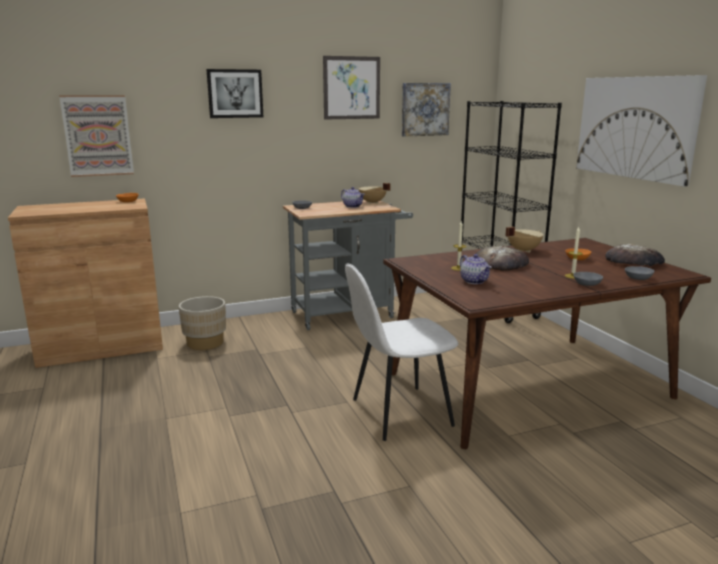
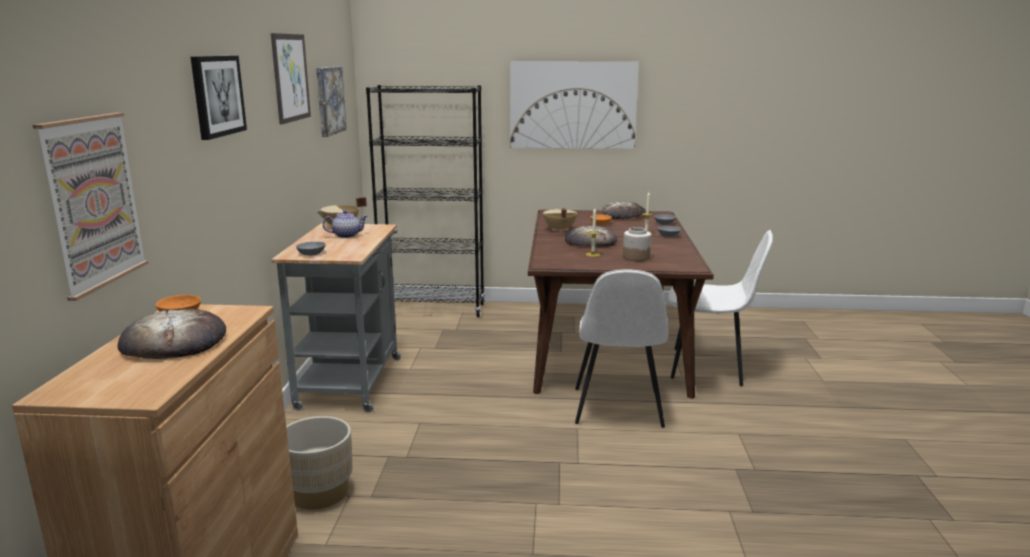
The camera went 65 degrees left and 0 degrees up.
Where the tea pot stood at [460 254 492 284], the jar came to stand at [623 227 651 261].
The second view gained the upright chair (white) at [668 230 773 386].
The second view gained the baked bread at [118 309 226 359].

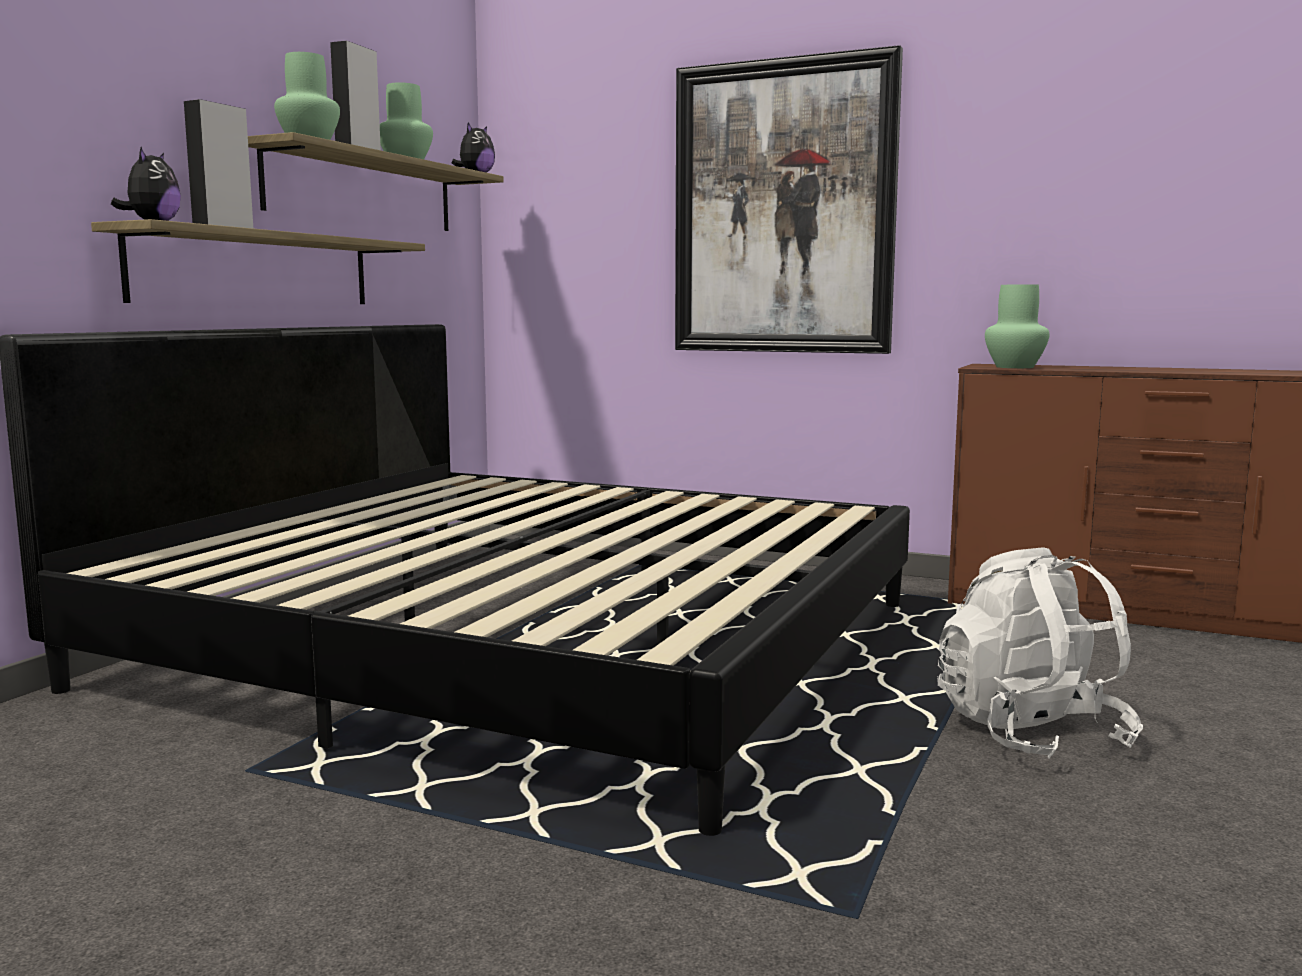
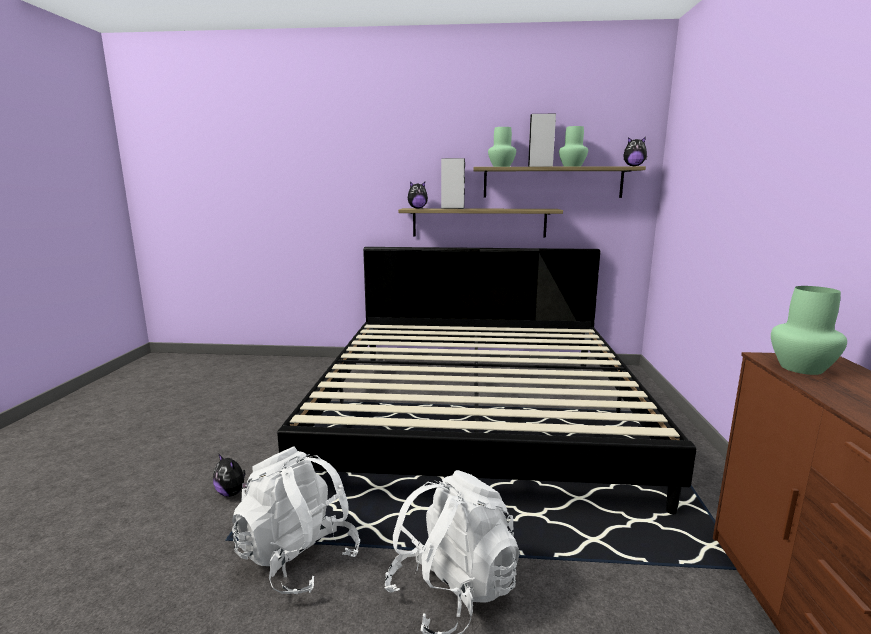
The camera went 70 degrees right and 5 degrees up.
The second view lost the wall picture at [675 45 903 354].
The second view gained the backpack (white) at [232 446 360 594].
The second view gained the soft toy at [213 453 247 497].

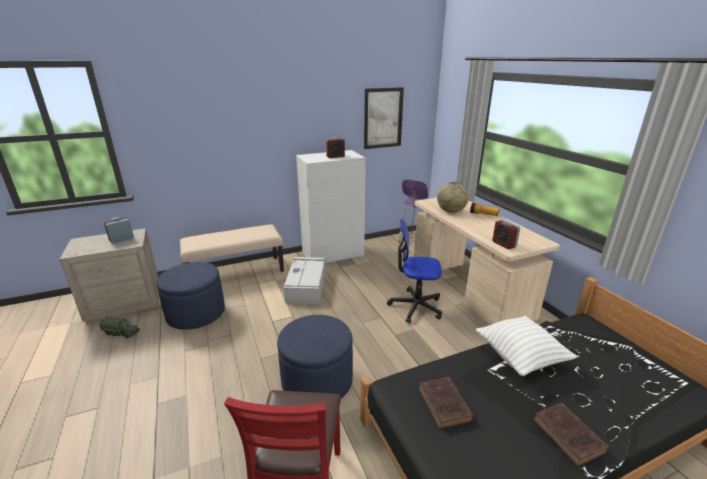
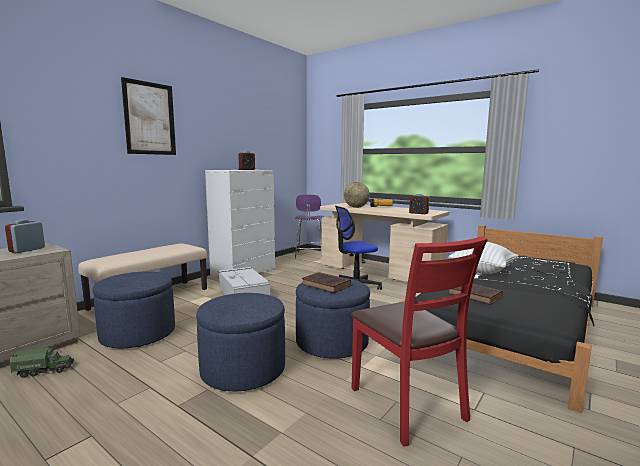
The camera went 30 degrees left and 15 degrees down.
The wall picture ended up elsewhere, having gone from [364 87 404 149] to [121 77 176 155].
The bound book (brown-coloured) ended up elsewhere, having gone from [533 403 610 466] to [302 272 351 293].
The second view gained the footrest (blue) at [196 293 285 391].

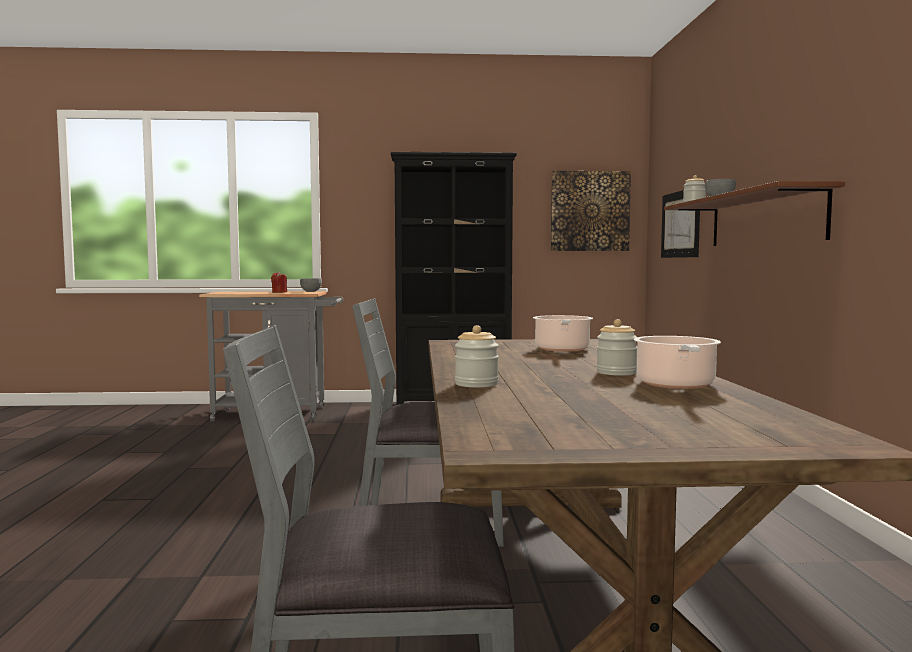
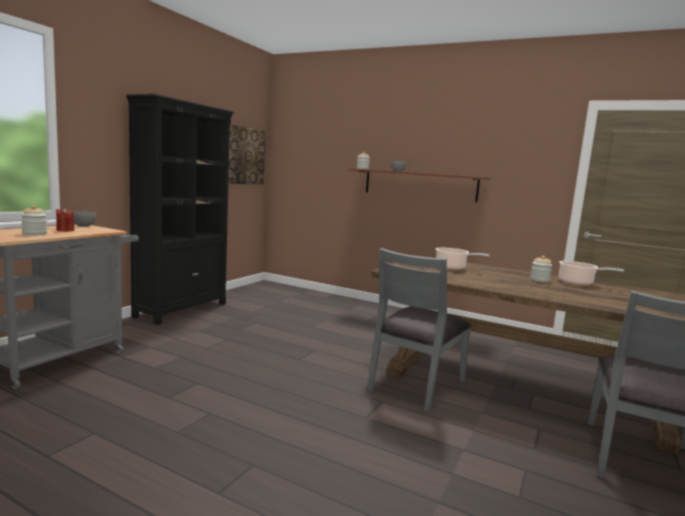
The camera went 60 degrees left and 5 degrees up.
The second view lost the wall picture at [661 190 700 258].
The jar ended up elsewhere, having gone from [455 325 499 388] to [21 205 47 235].

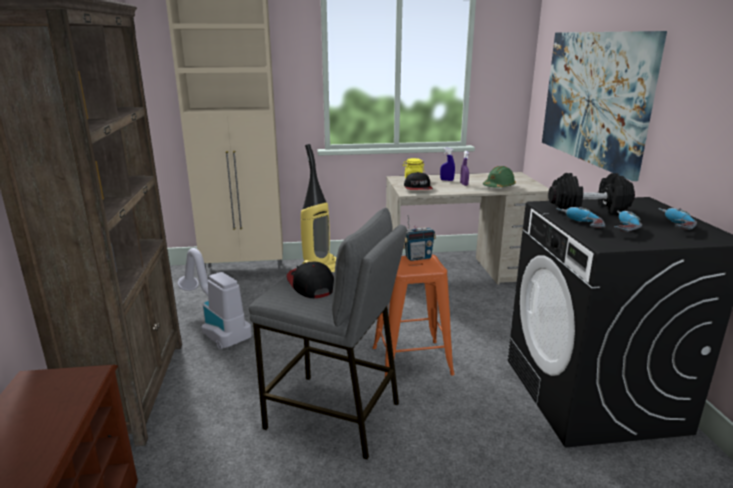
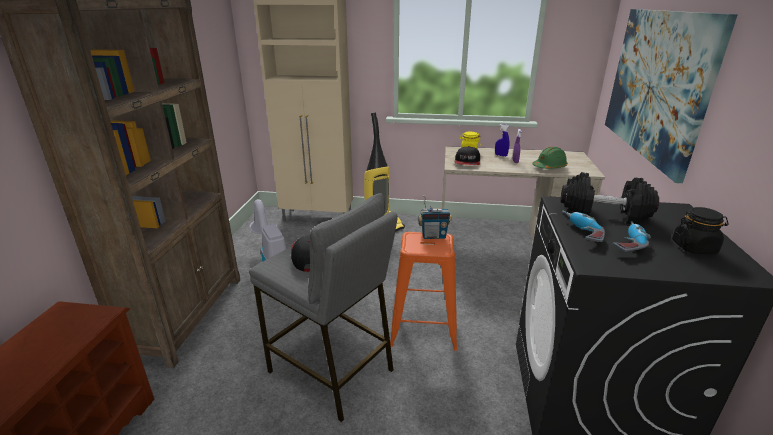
The camera went 15 degrees right and 5 degrees up.
Where the electric drill stood at [659 208 697 230], the jar (black) came to stand at [672 207 729 254].

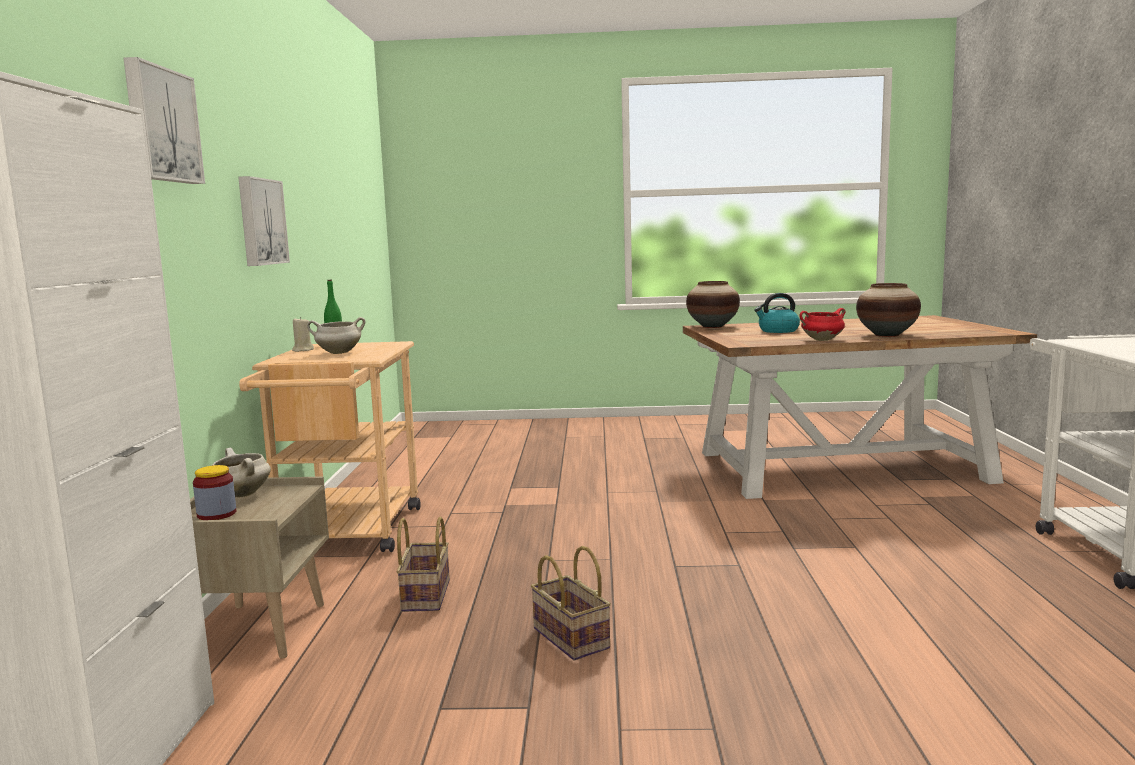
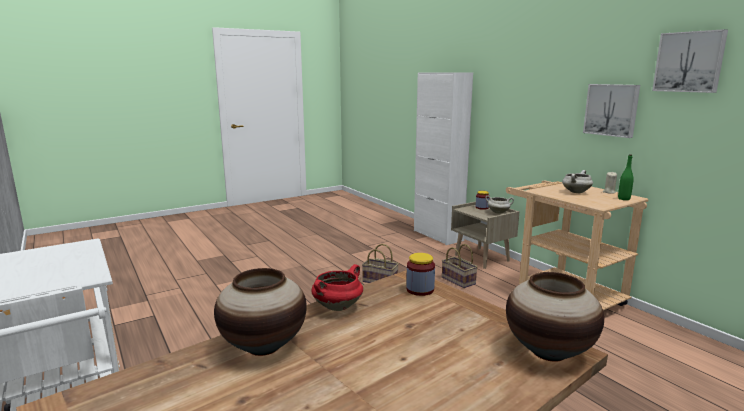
The camera went 145 degrees right and 5 degrees up.
The wall picture ended up elsewhere, having gone from [124 57 205 184] to [652 29 728 93].
The second view lost the kettle at [754 293 800 333].
The second view gained the jar at [406 253 435 296].

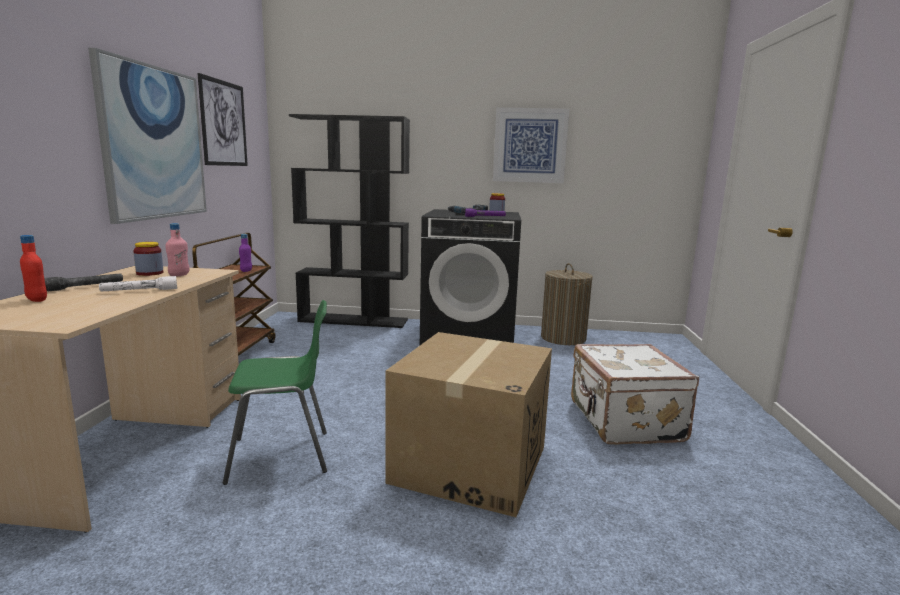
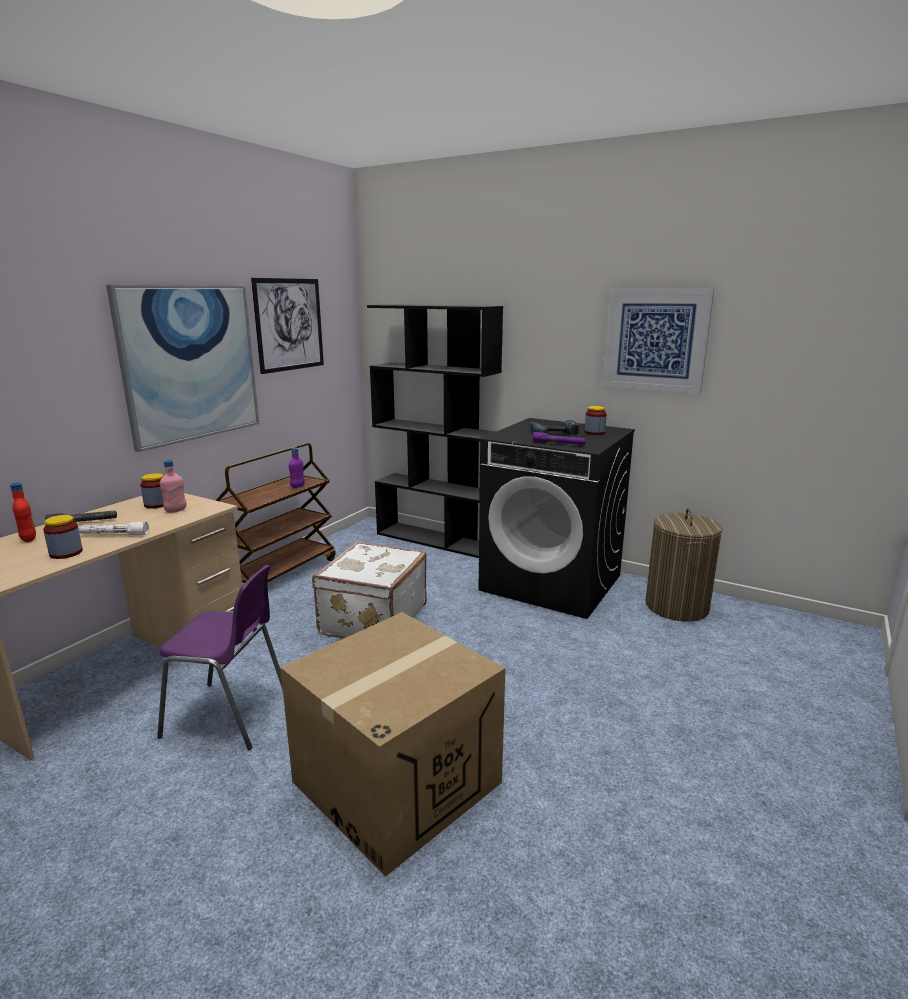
The camera went 25 degrees right and 5 degrees up.
What was the upright chair (green) at [223 300 327 485] turned into the upright chair (purple-coloured) at [157 565 283 750].
The piece of luggage (white) ended up elsewhere, having gone from [571 344 699 445] to [312 541 427 638].
The second view gained the jar at [43 515 83 559].

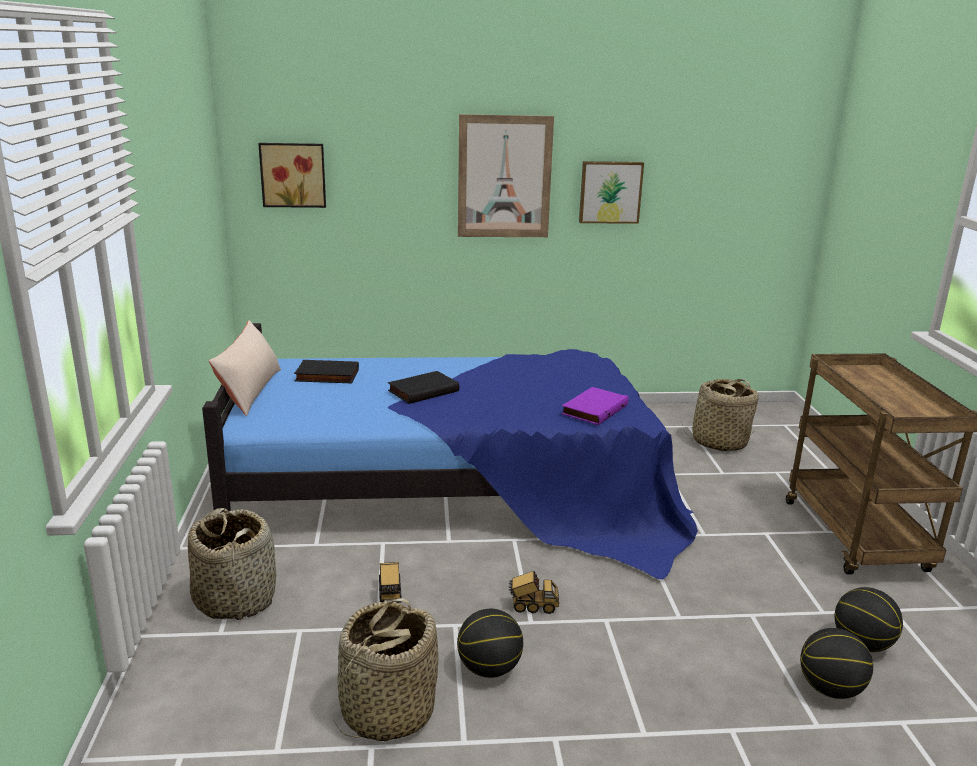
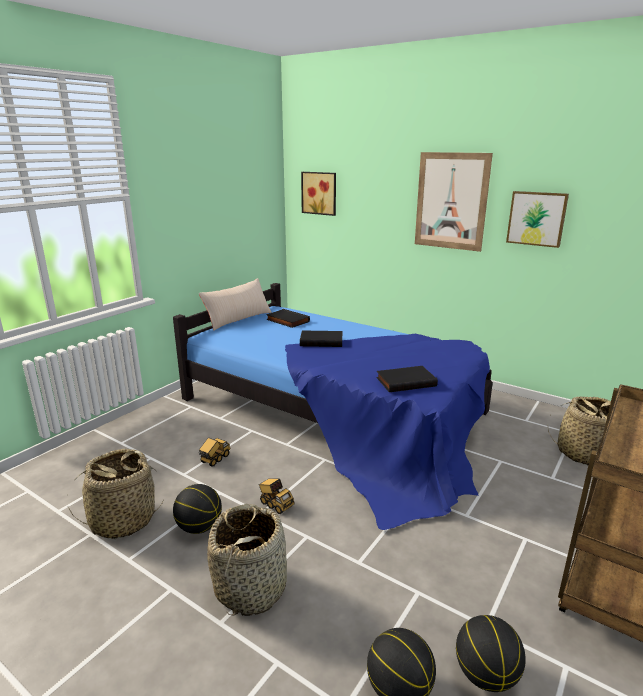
The camera went 40 degrees right and 0 degrees up.
What was the bound book (purple-coloured) at [561 387 629 425] turned into the bound book (black) at [376 366 438 392].
The basket ended up elsewhere, having gone from [188 508 276 620] to [207 504 287 616].

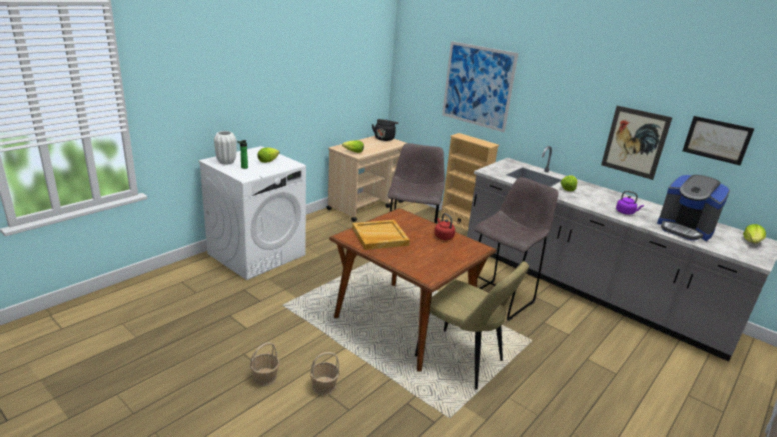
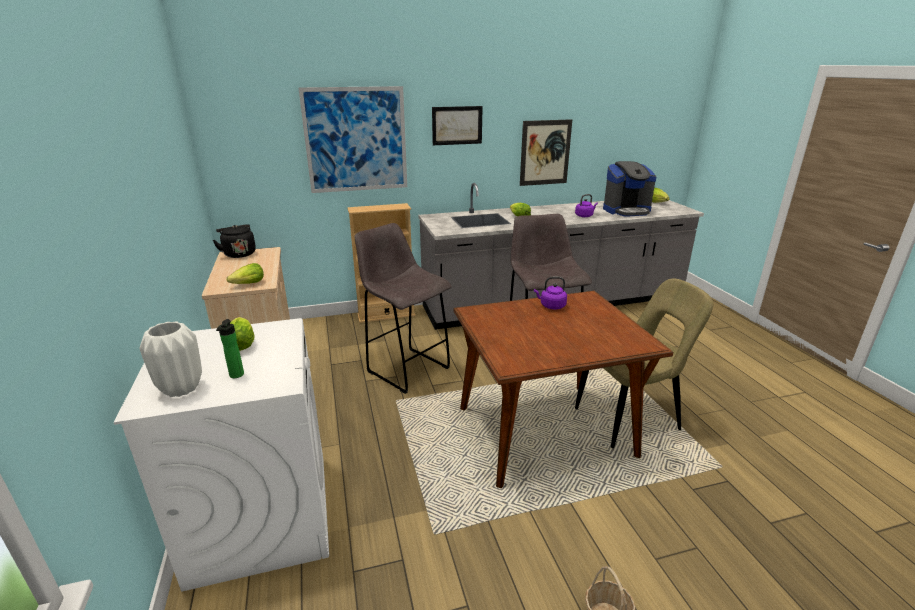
The camera went 55 degrees left and 0 degrees up.
The wall picture ended up elsewhere, having gone from [683 116 754 165] to [432 106 483 145].
What was the kettle (red-coloured) at [434 213 455 240] turned into the kettle (purple-coloured) at [534 277 567 310].
The second view lost the carrying tray (beige) at [352 220 410 250].
The second view lost the basket at [310 352 340 395].

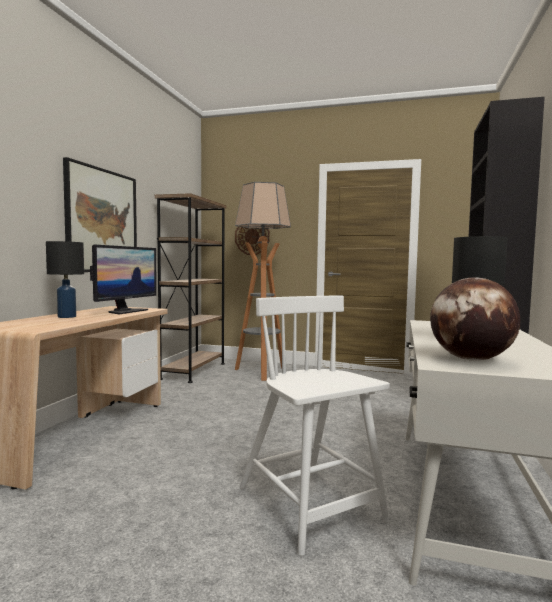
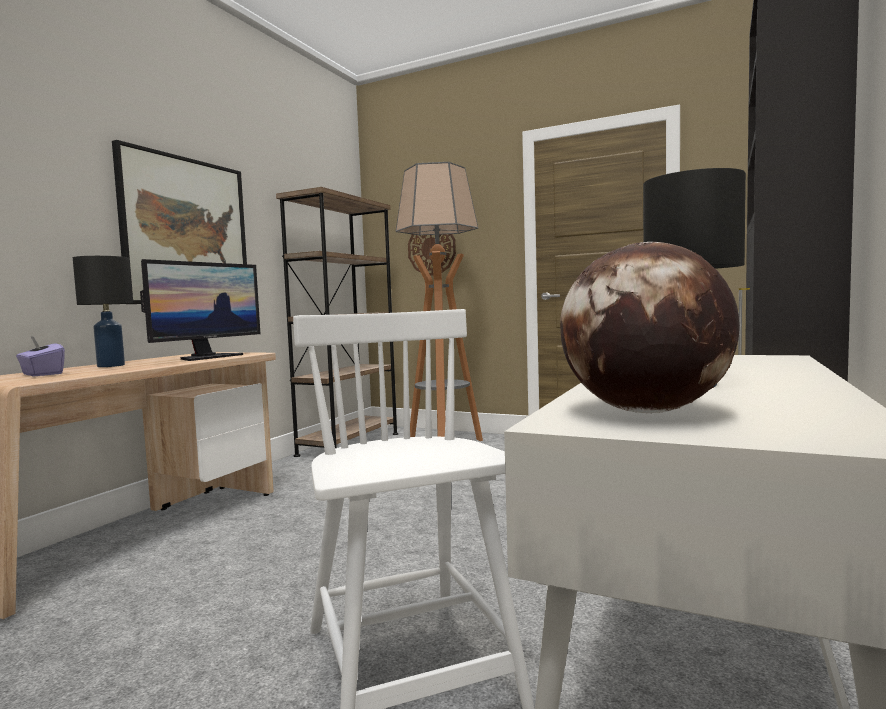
The camera went 10 degrees right and 0 degrees up.
The second view gained the box of tissues (purple-coloured) at [16 336 65 377].

